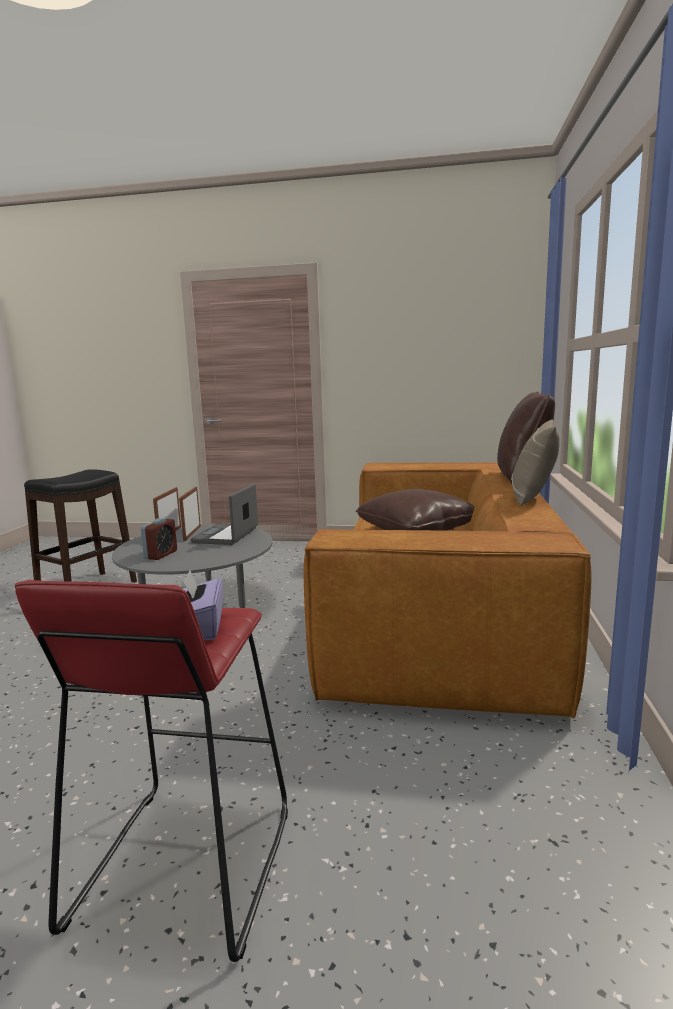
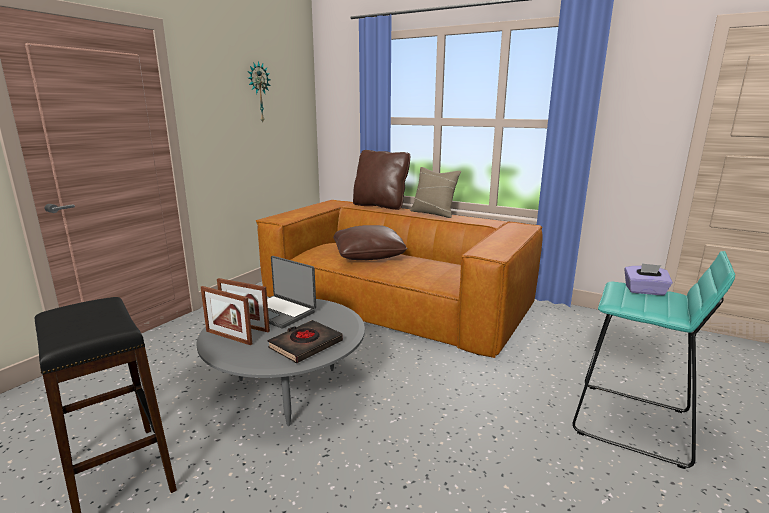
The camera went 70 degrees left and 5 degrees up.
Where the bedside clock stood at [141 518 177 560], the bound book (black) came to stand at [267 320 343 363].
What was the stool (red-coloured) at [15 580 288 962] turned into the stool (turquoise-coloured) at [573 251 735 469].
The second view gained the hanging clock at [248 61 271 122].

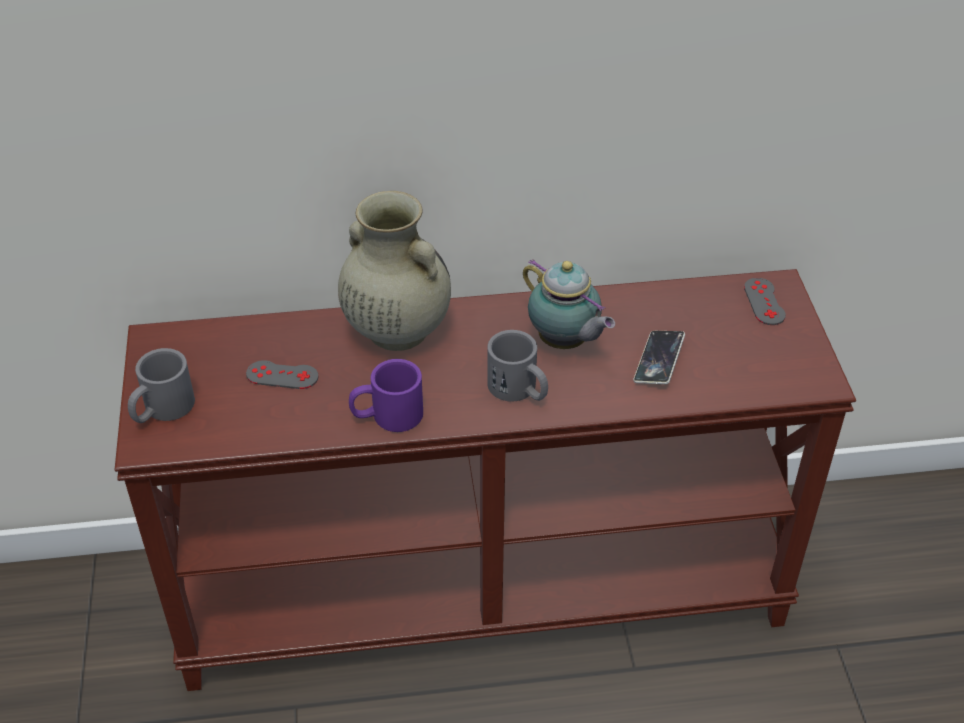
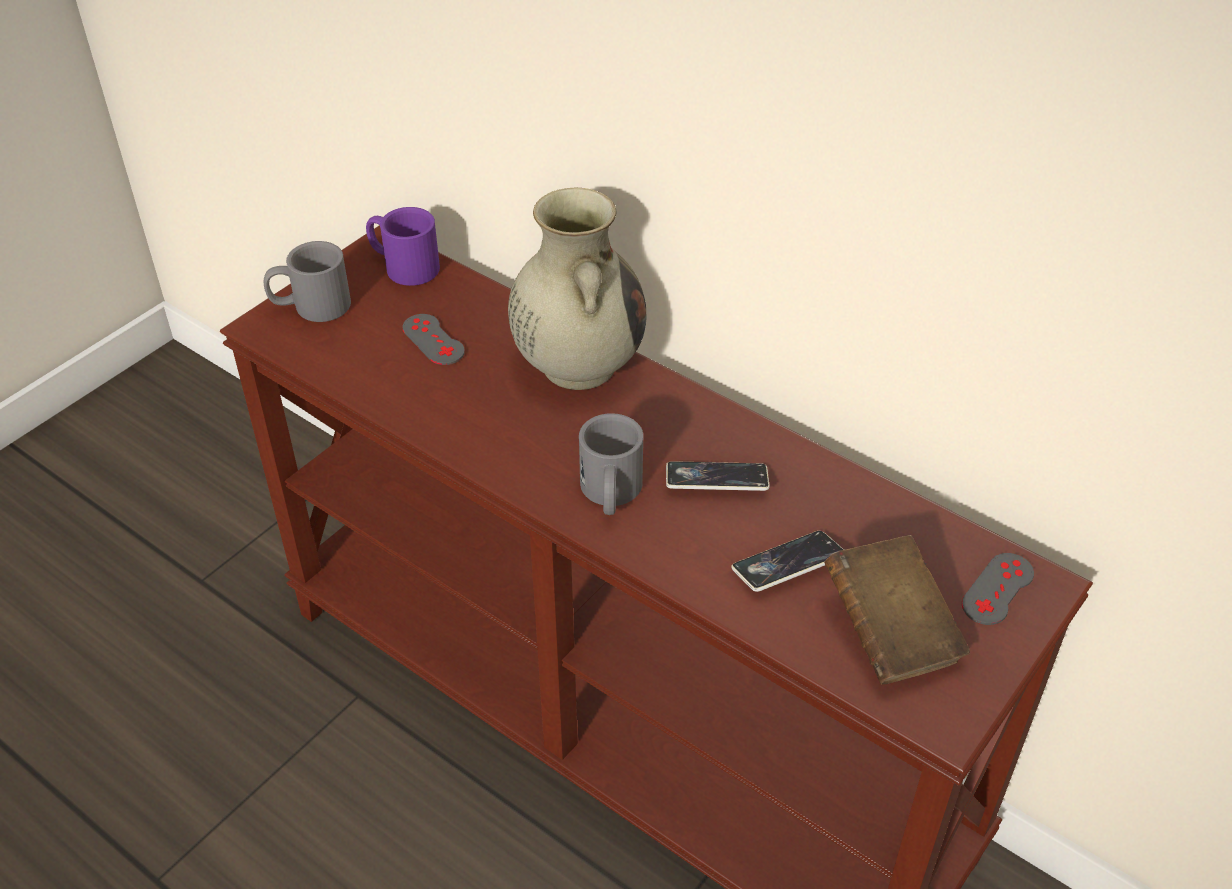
The camera went 45 degrees right and 0 degrees up.
Where the tea pot stood at [523 259 615 349], the telephone came to stand at [666 461 770 491].
The tea mug (purple-coloured) ended up elsewhere, having gone from [349 359 423 432] to [366 207 440 286].
The second view gained the bound book (brown-coloured) at [824 535 970 685].

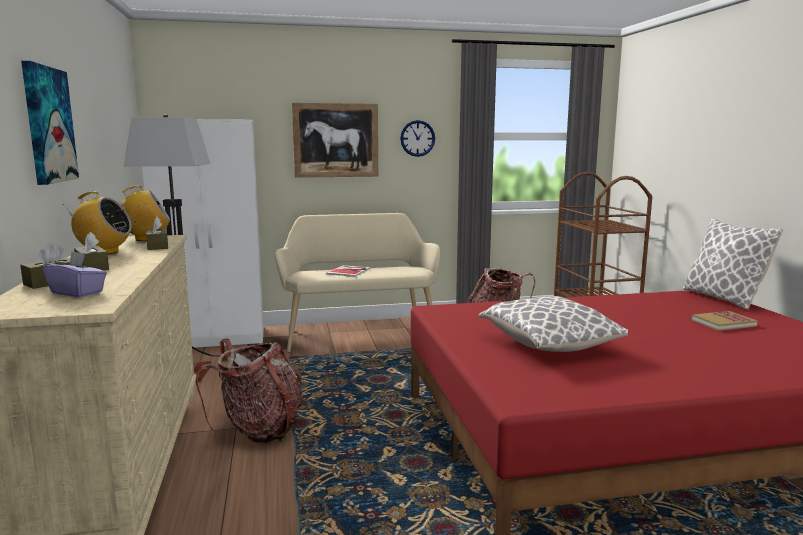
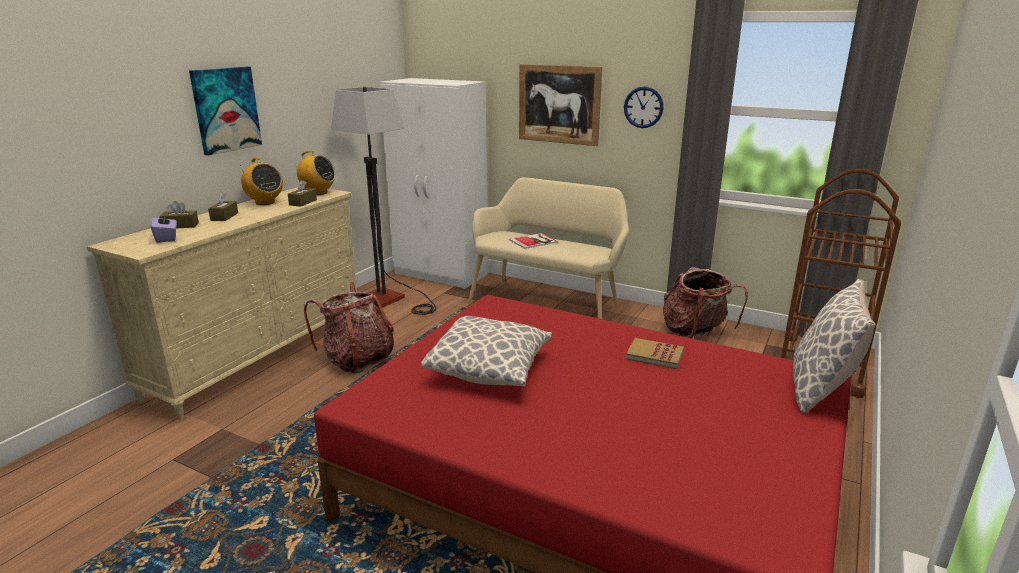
The camera went 40 degrees right and 10 degrees up.
The bound book ended up elsewhere, having gone from [691 311 757 331] to [626 338 684 369].

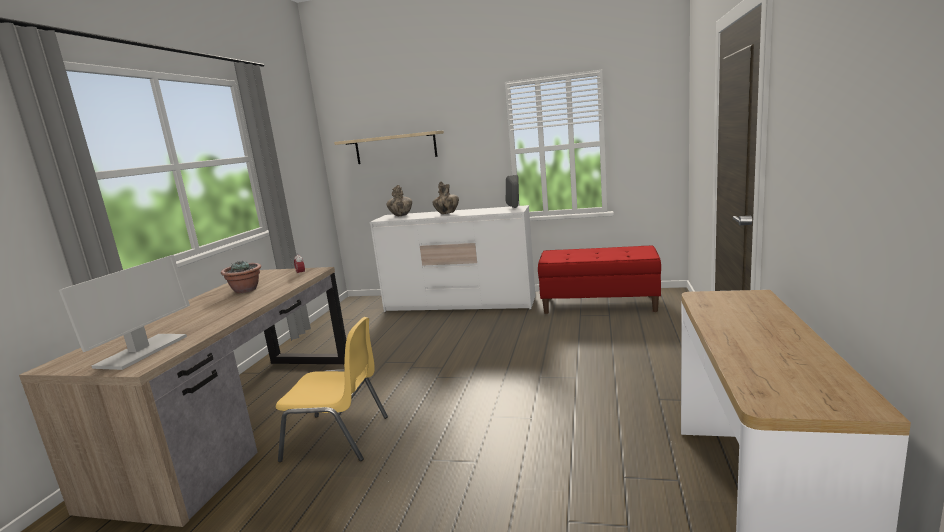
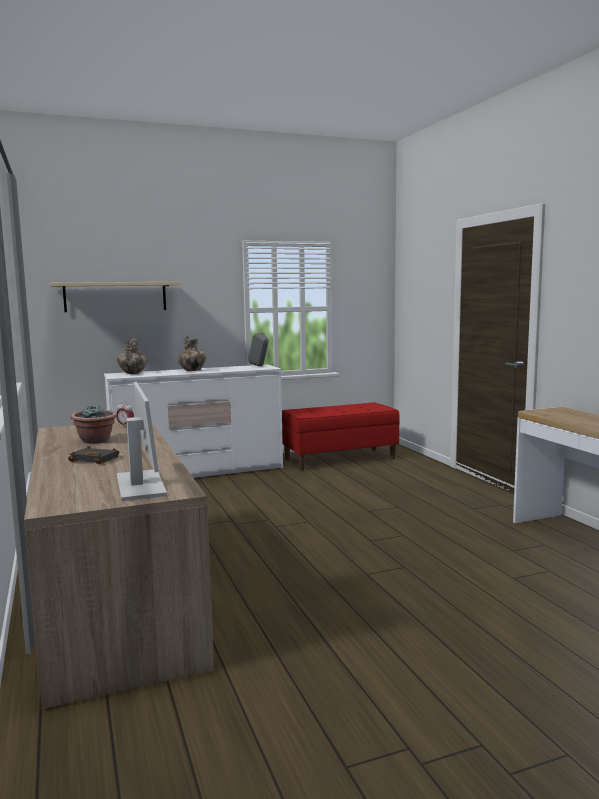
The camera went 35 degrees left and 5 degrees down.
The second view lost the upright chair (yellowish) at [276 317 388 462].
The second view gained the bound book (black) at [68 446 119 464].

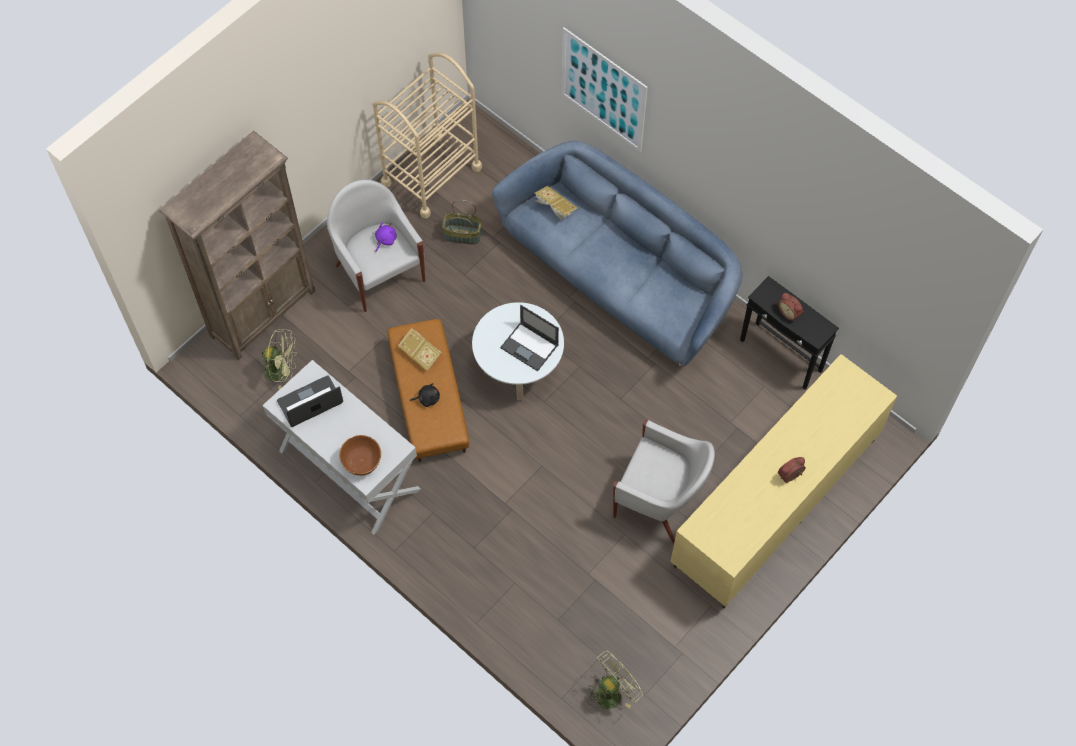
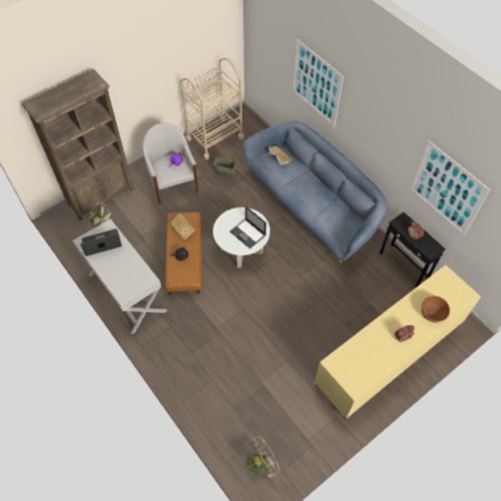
The camera went 10 degrees right and 5 degrees down.
The second view lost the lounge chair (white) at [613 420 715 543].
The bowl (brown-coloured) ended up elsewhere, having gone from [339 435 381 476] to [421 296 450 323].
The second view gained the wall picture at [410 141 490 236].

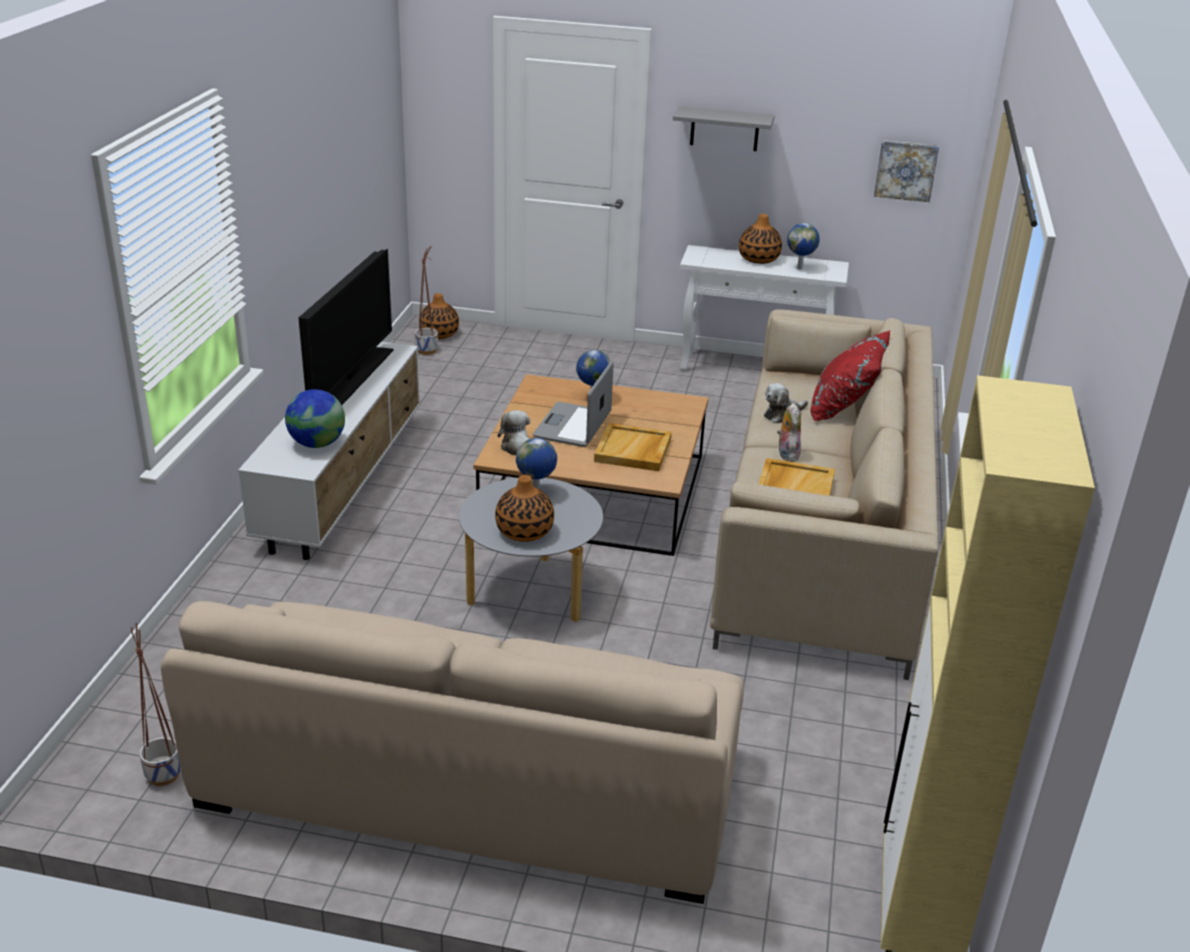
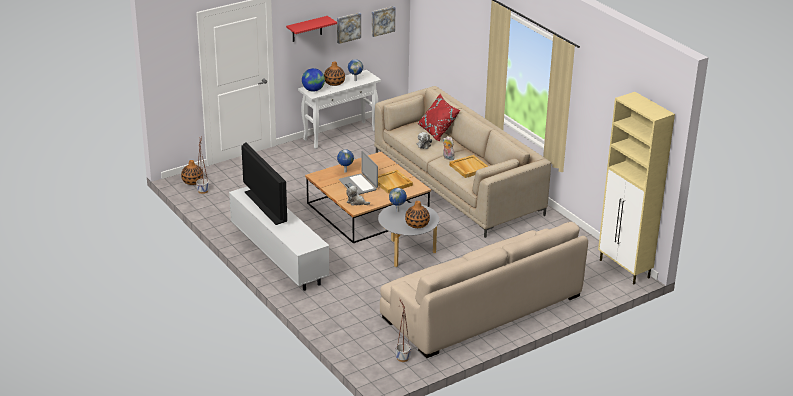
The camera went 45 degrees left and 0 degrees up.
What was the wall shelf (grey) at [673 106 775 151] turned into the wall shelf (red-coloured) at [286 16 337 42].
The world globe ended up elsewhere, having gone from [285 389 345 448] to [302 68 325 92].
The second view gained the wall picture at [337 12 361 44].

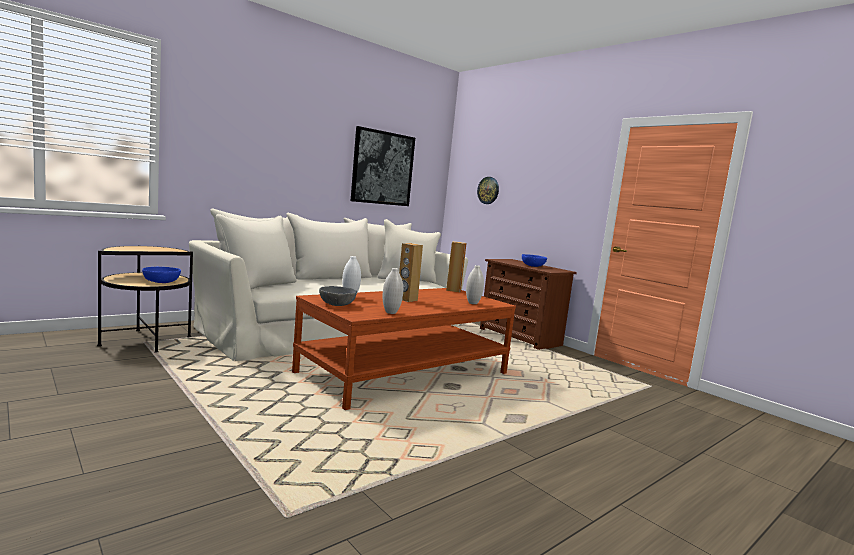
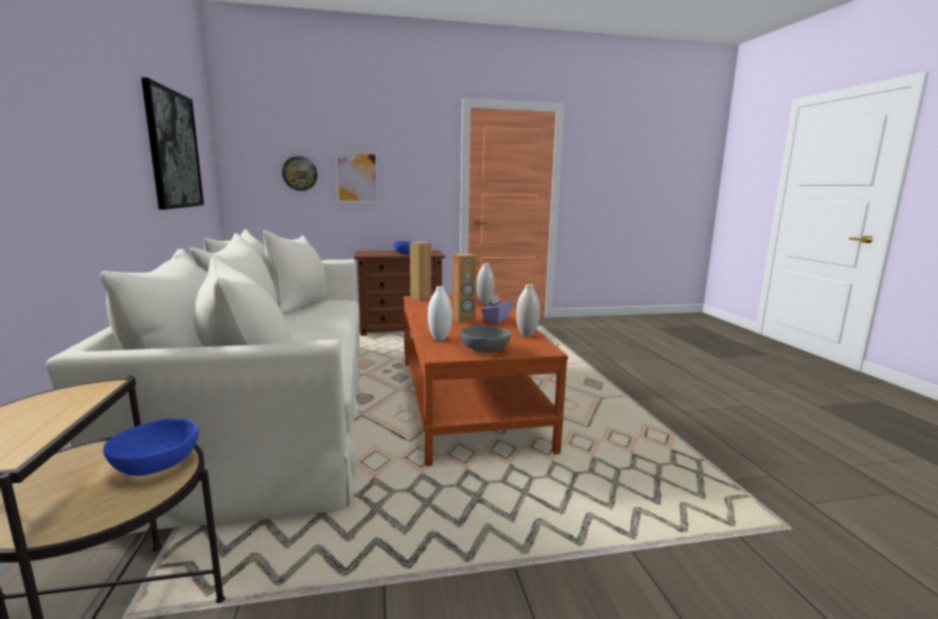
The camera went 60 degrees left and 5 degrees up.
The second view gained the wall picture at [335 151 379 203].
The second view gained the box of tissues (purple-coloured) at [481 294 512 323].

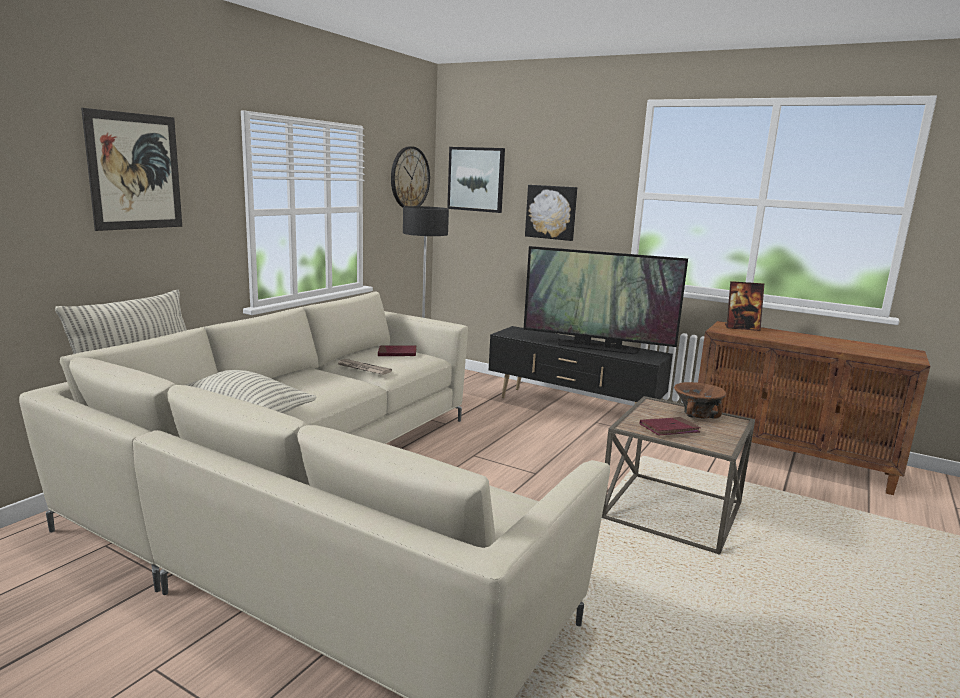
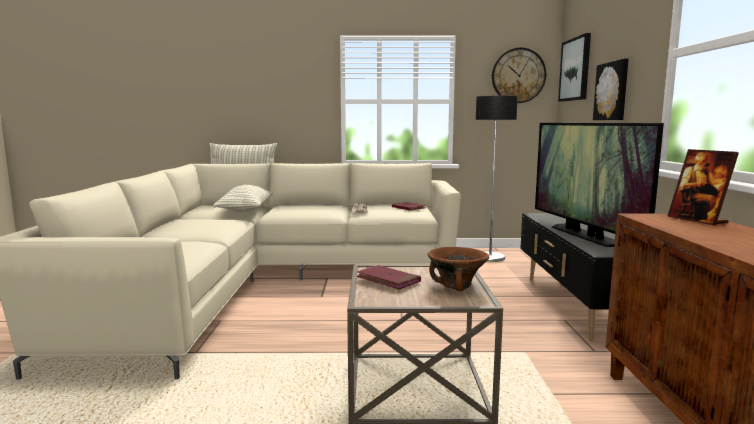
The camera went 60 degrees right and 5 degrees down.
The second view lost the wall picture at [81 108 182 231].

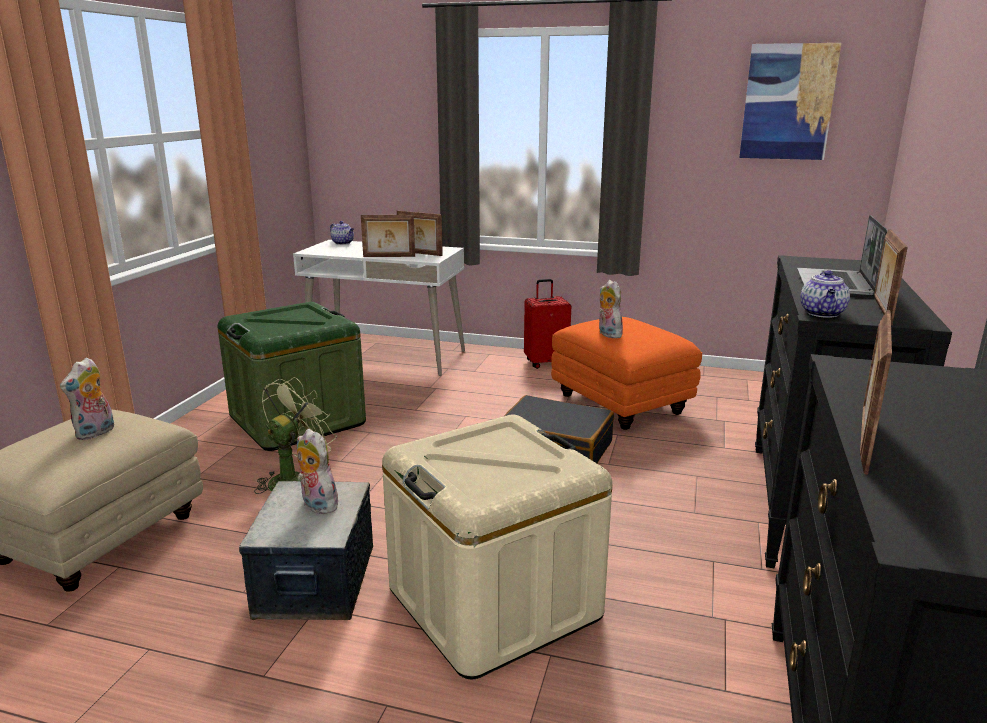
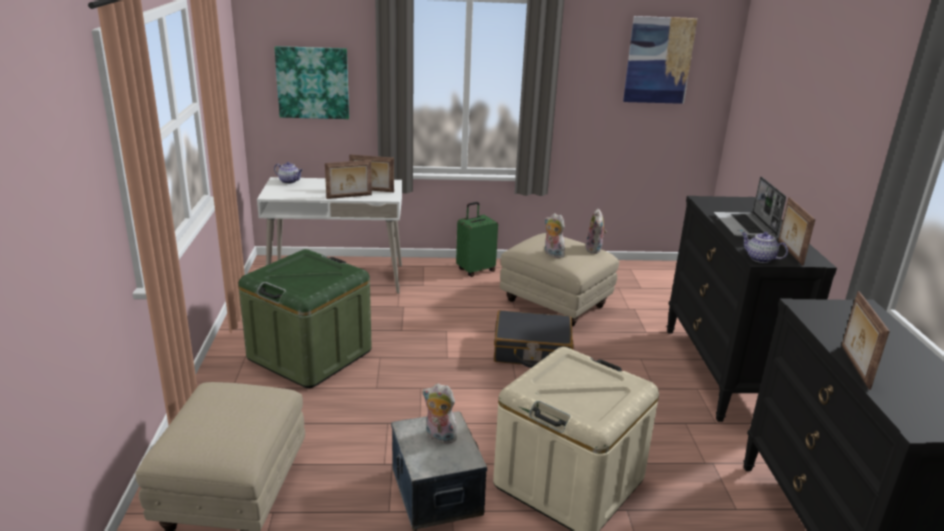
The camera went 20 degrees left and 5 degrees up.
The tea pot at [800 270 850 318] ended up facing another way, 135 degrees clockwise from before.
What was the piece of luggage (red-coloured) at [524 279 571 369] turned into the piece of luggage (green) at [456 202 498 277].
What was the footrest (orange-coloured) at [551 317 702 430] turned into the footrest (beige) at [500 233 619 327].
The soft toy ended up elsewhere, having gone from [60 357 114 440] to [586 209 607 254].
The second view lost the cooling fan (green) at [254 377 337 494].
The second view gained the wall picture at [274 46 349 119].

